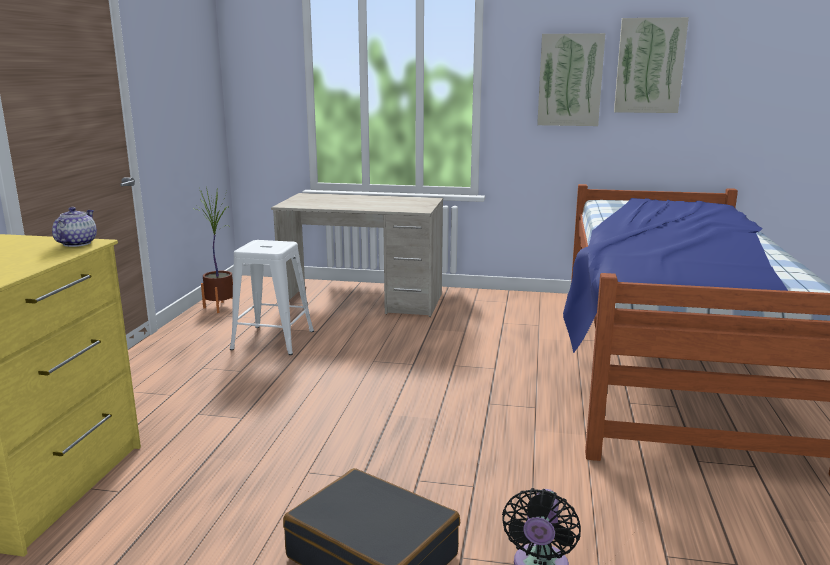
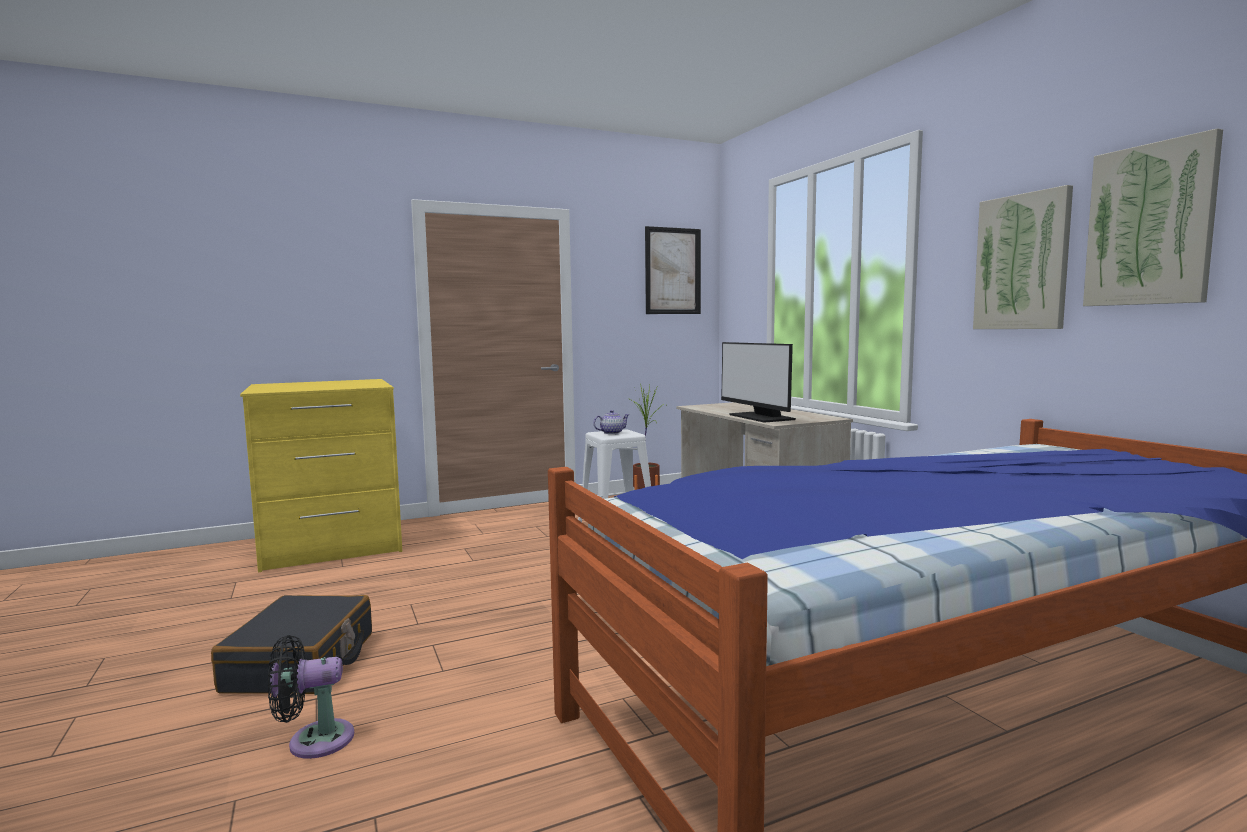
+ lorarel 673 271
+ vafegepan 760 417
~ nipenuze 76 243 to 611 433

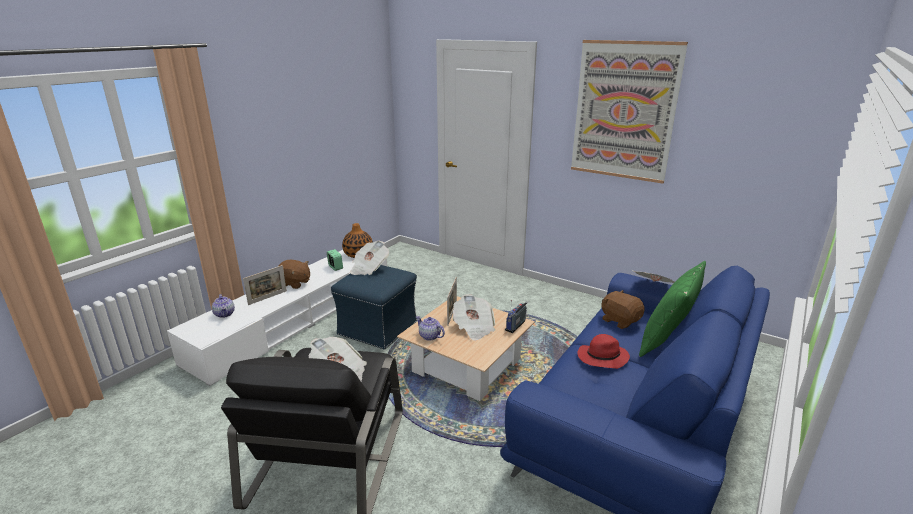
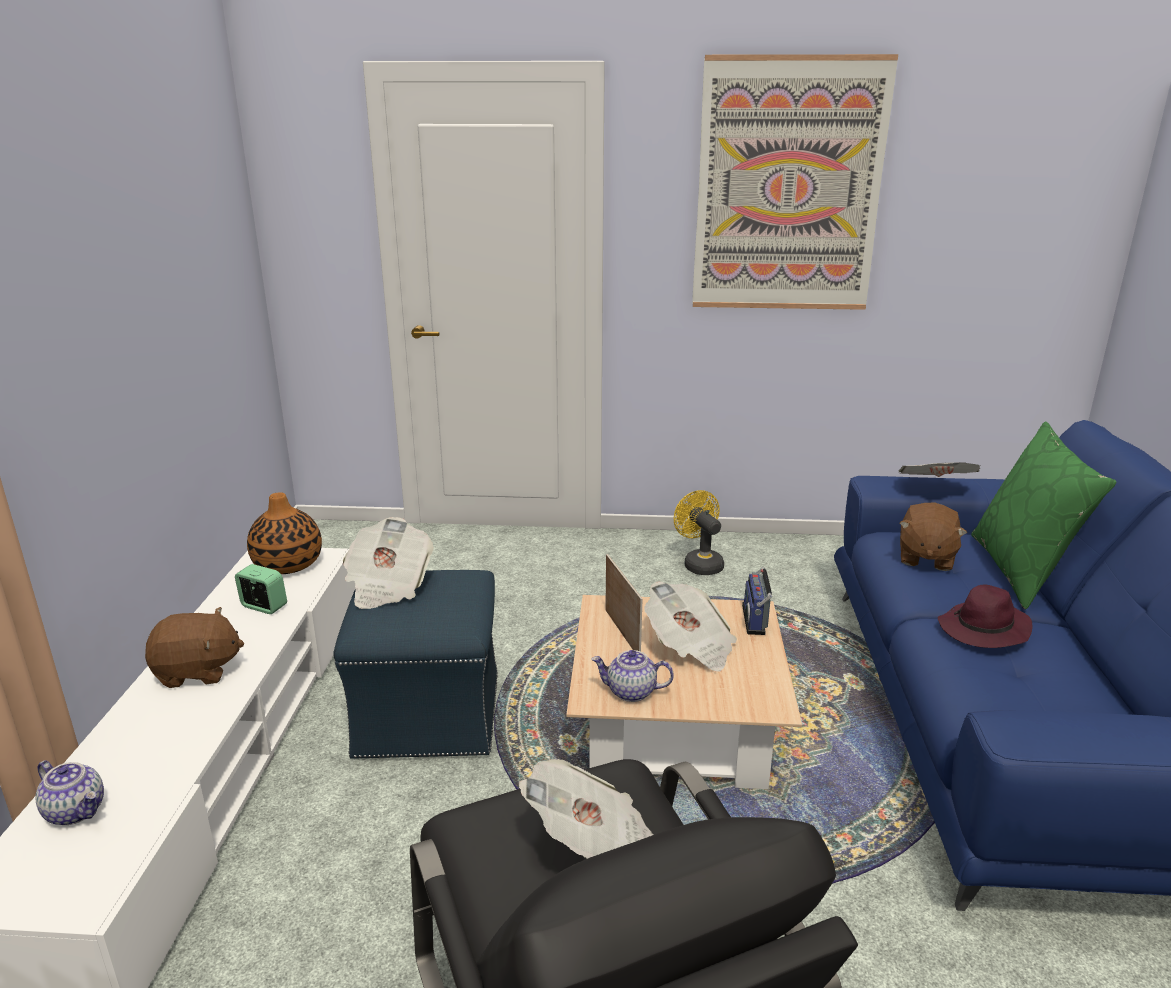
- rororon 267 298
+ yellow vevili 699 563
~ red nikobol 602 358 to purple nikobol 983 630
~ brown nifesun 620 320 = 925 558 90 degrees counterclockwise

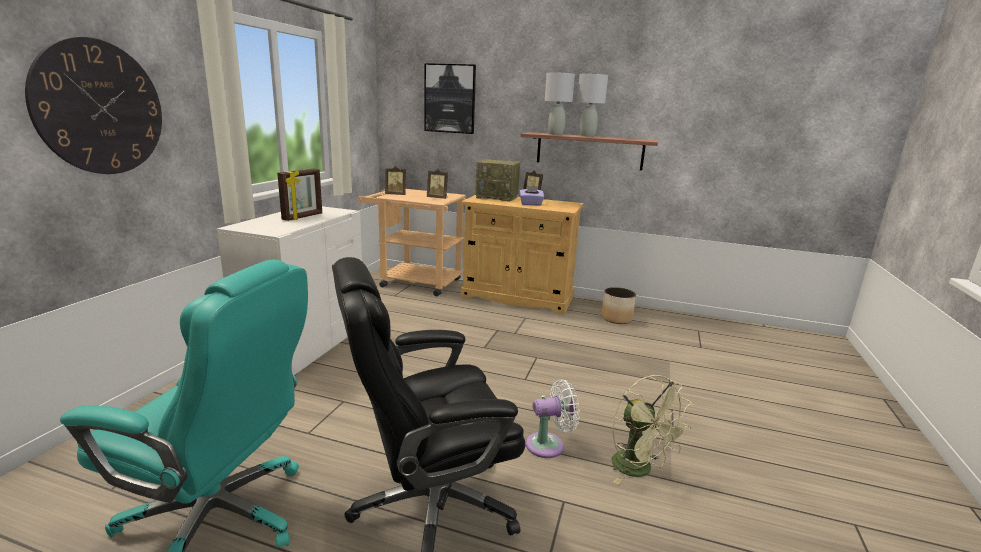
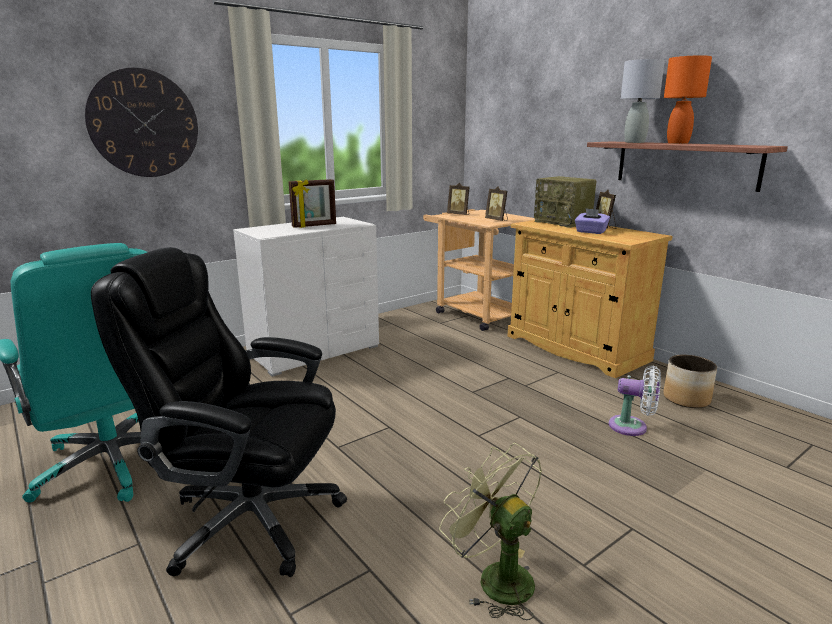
- lorarel 450 99
~ white vevili 549 445 to 632 427
~ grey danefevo 587 136 to orange danefevo 678 143
~ green vevili 639 470 = 495 577 135 degrees clockwise

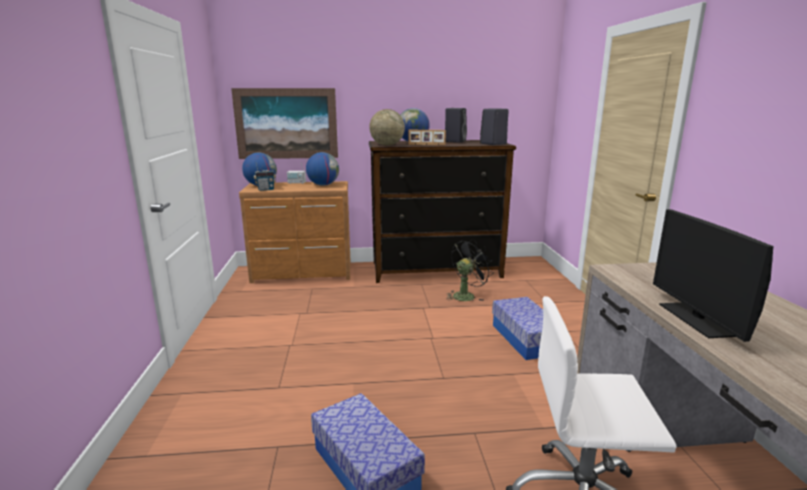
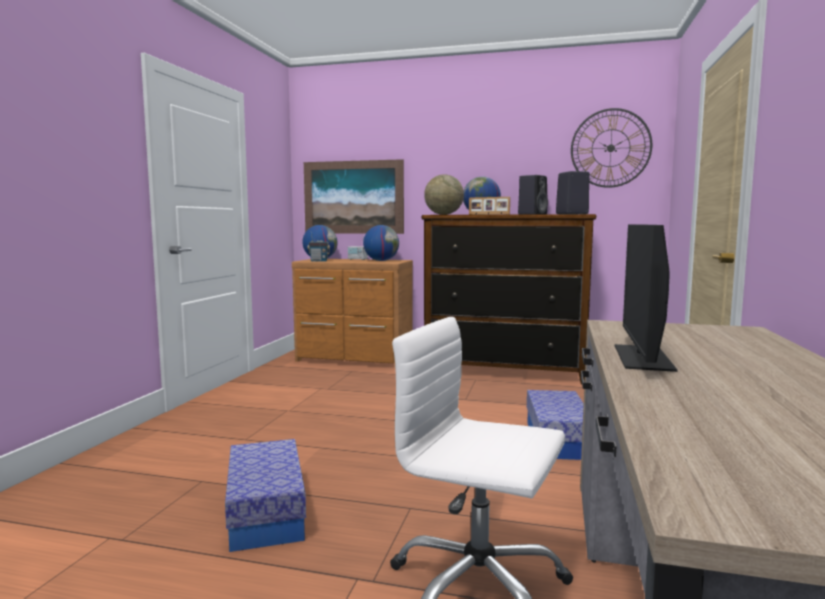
- black vevili 466 295
+ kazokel 610 148

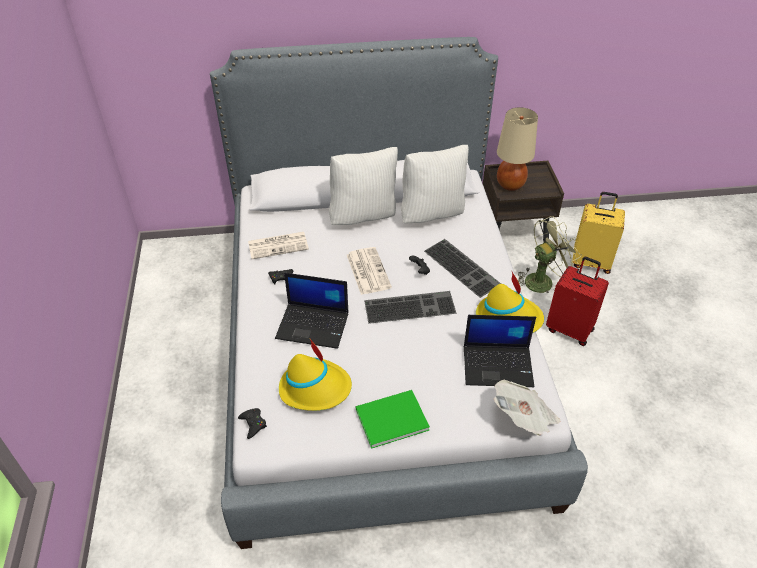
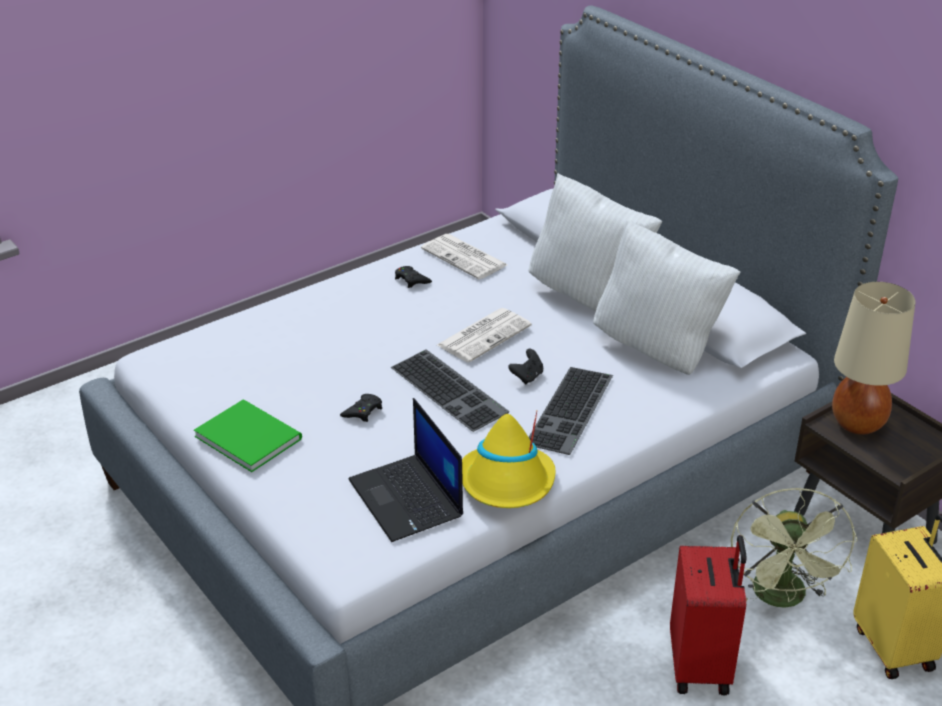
- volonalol 314 325
- yellow nikobol 315 388
- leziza 524 418
~ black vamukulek 253 424 to 363 411
~ green vevili 543 280 = 783 599 60 degrees clockwise

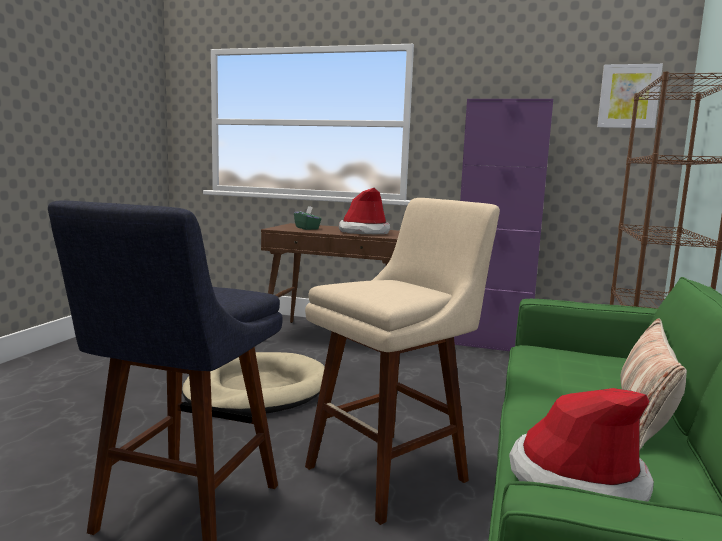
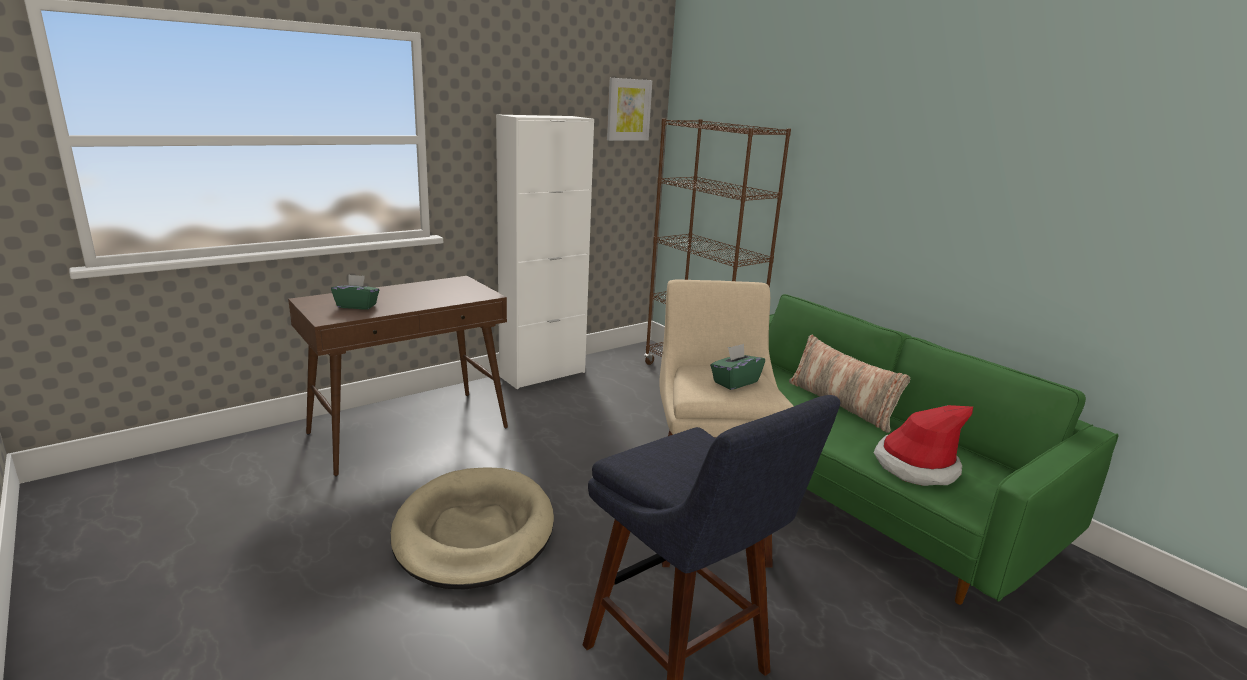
- nikobol 364 232
+ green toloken 735 382
~ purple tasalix 490 344 to white tasalix 542 374

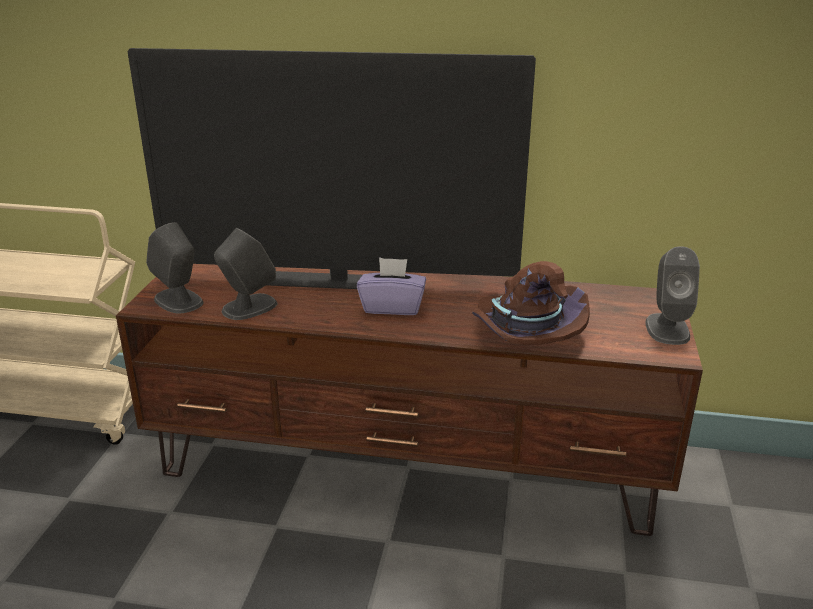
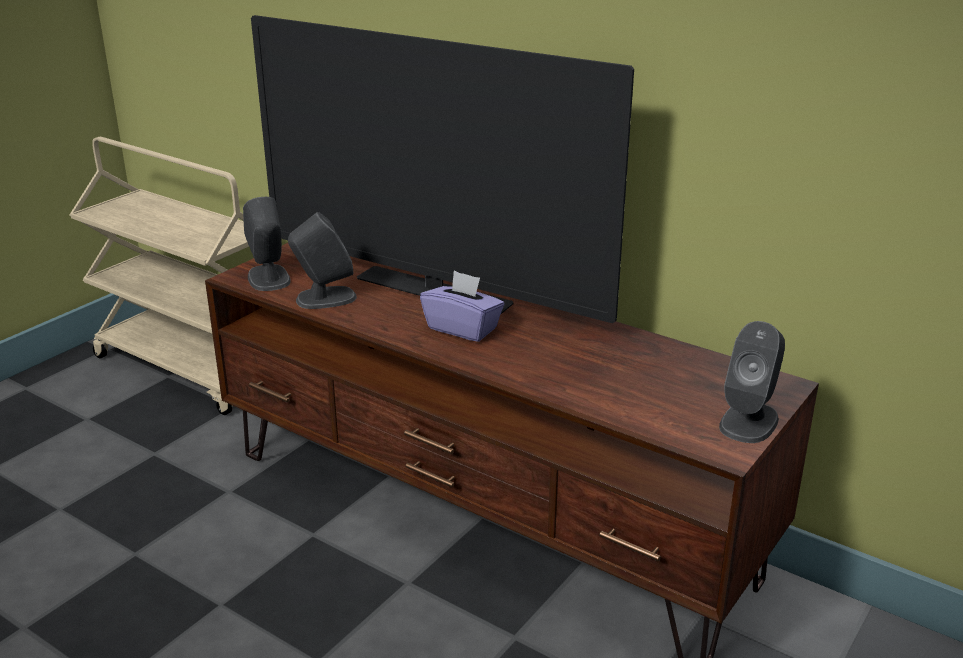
- brown nikobol 524 332

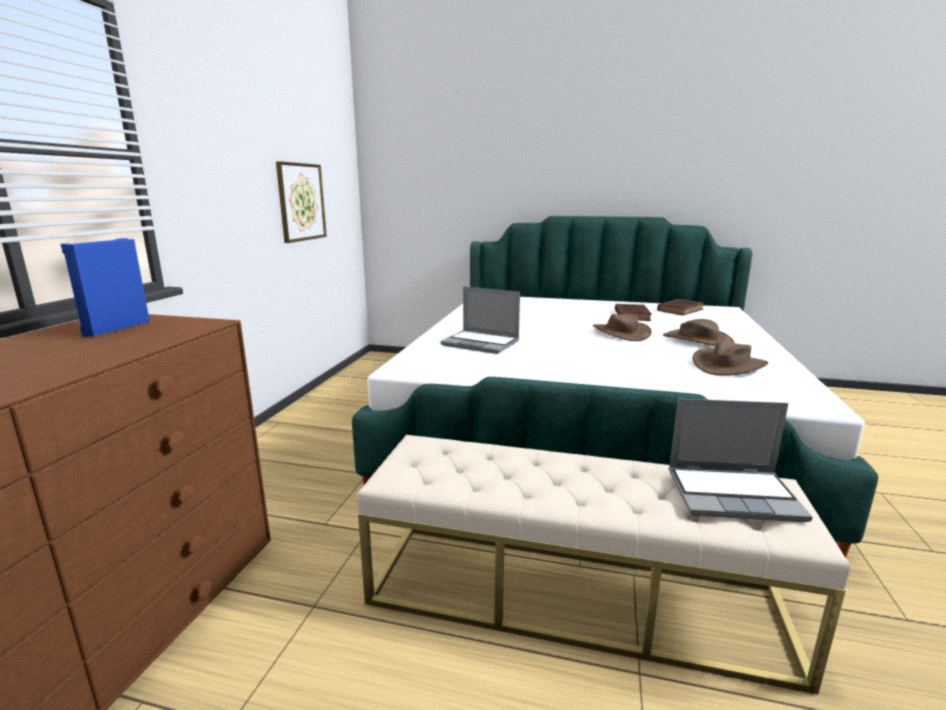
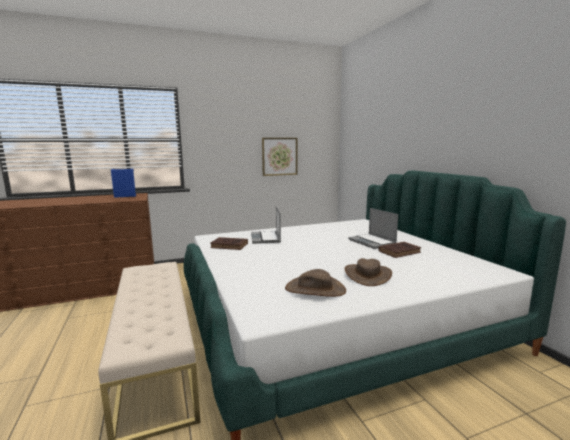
- brown nikobol 621 332
~ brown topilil 680 310 to 230 246
~ volonalol 734 495 to 372 242

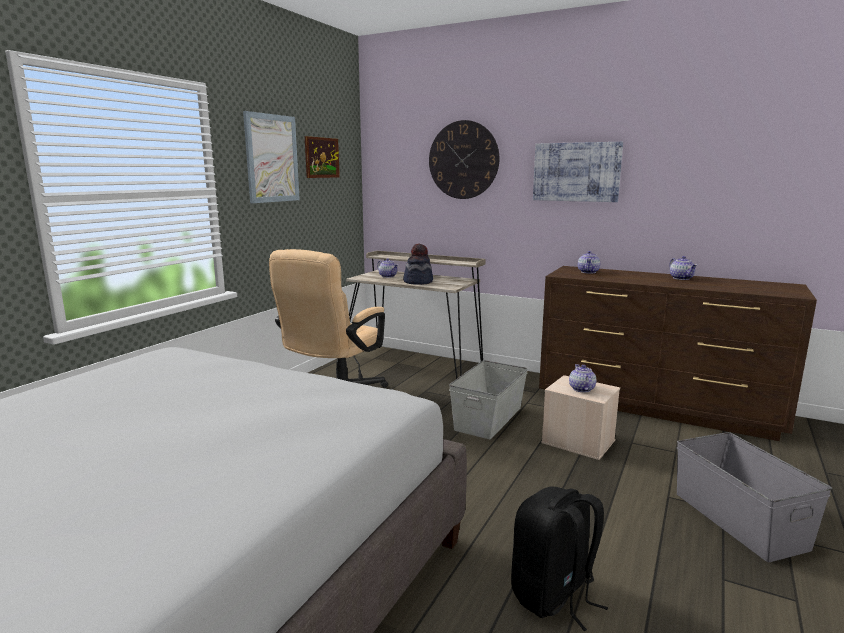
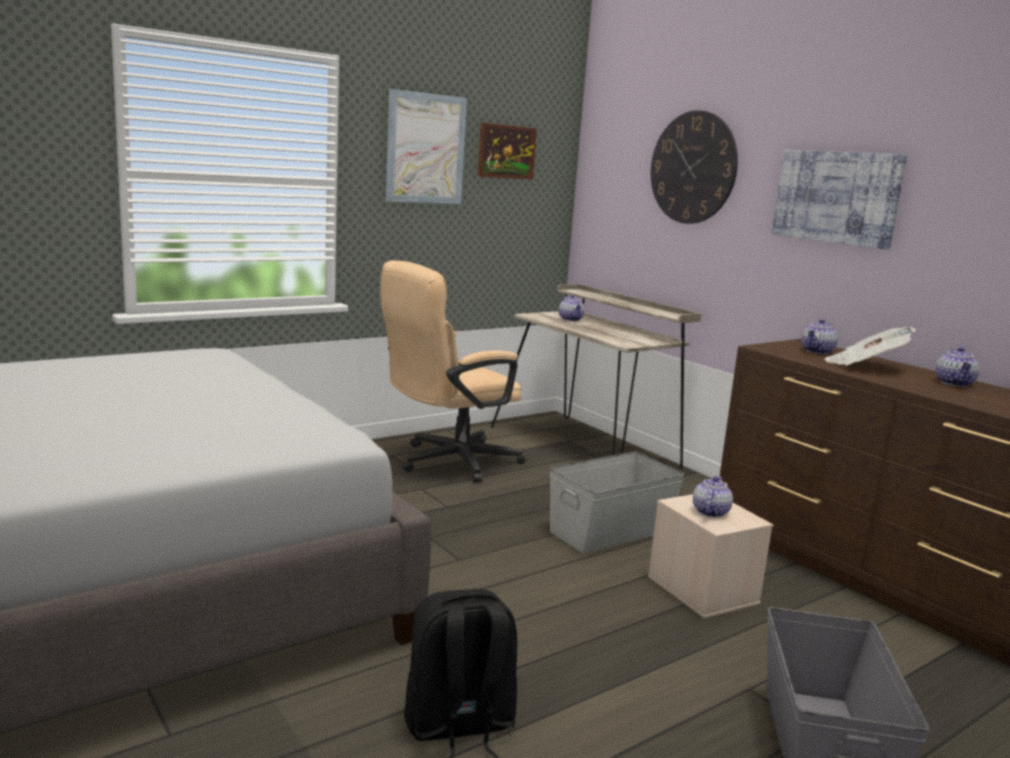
- nikobol 418 282
+ leziza 865 366

